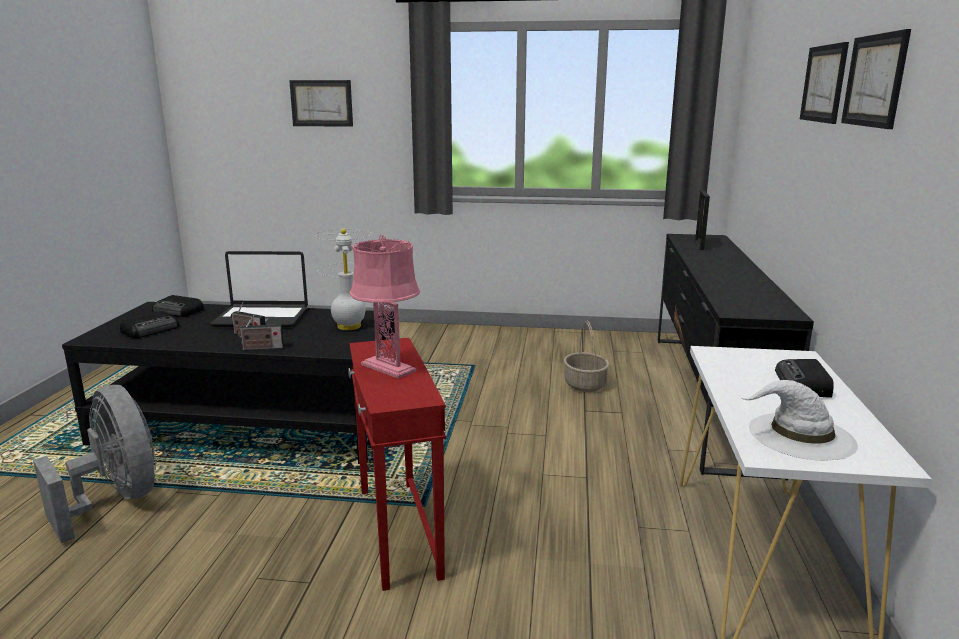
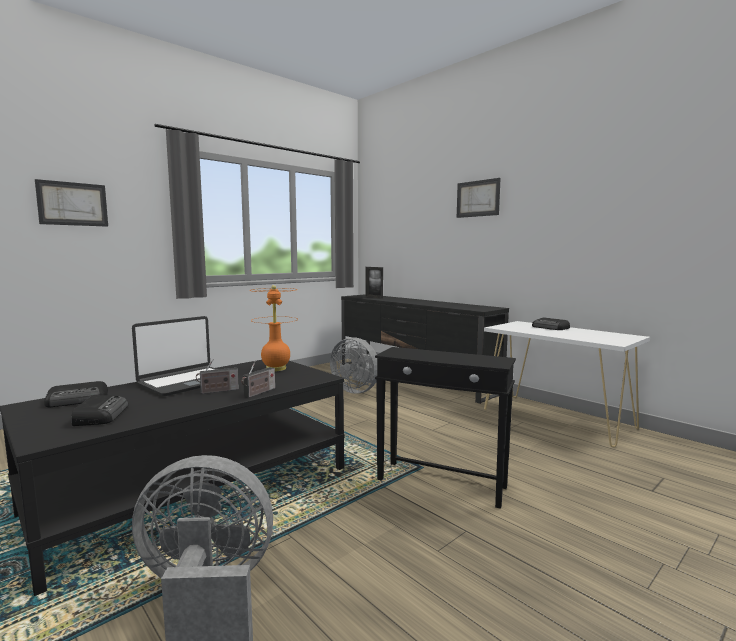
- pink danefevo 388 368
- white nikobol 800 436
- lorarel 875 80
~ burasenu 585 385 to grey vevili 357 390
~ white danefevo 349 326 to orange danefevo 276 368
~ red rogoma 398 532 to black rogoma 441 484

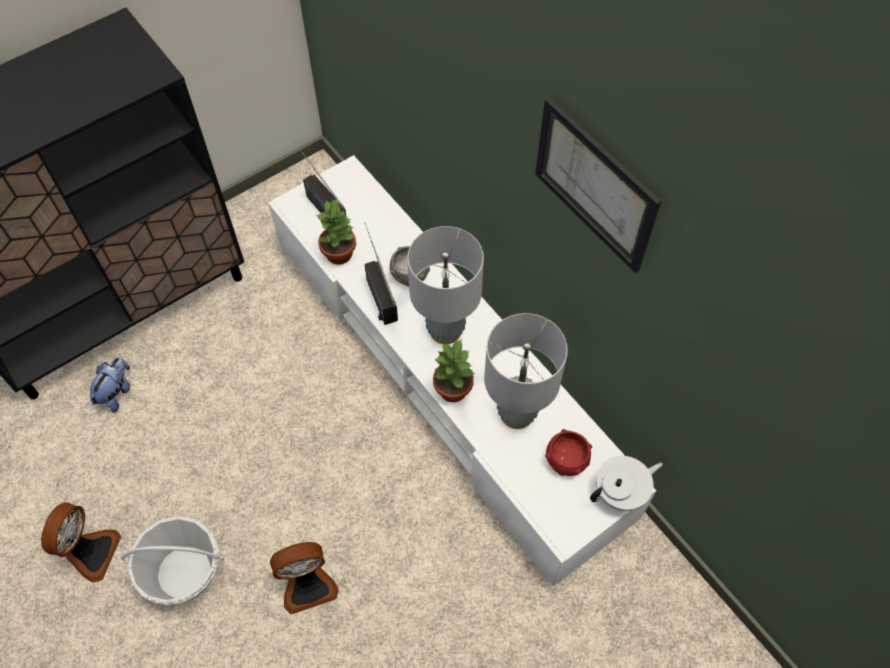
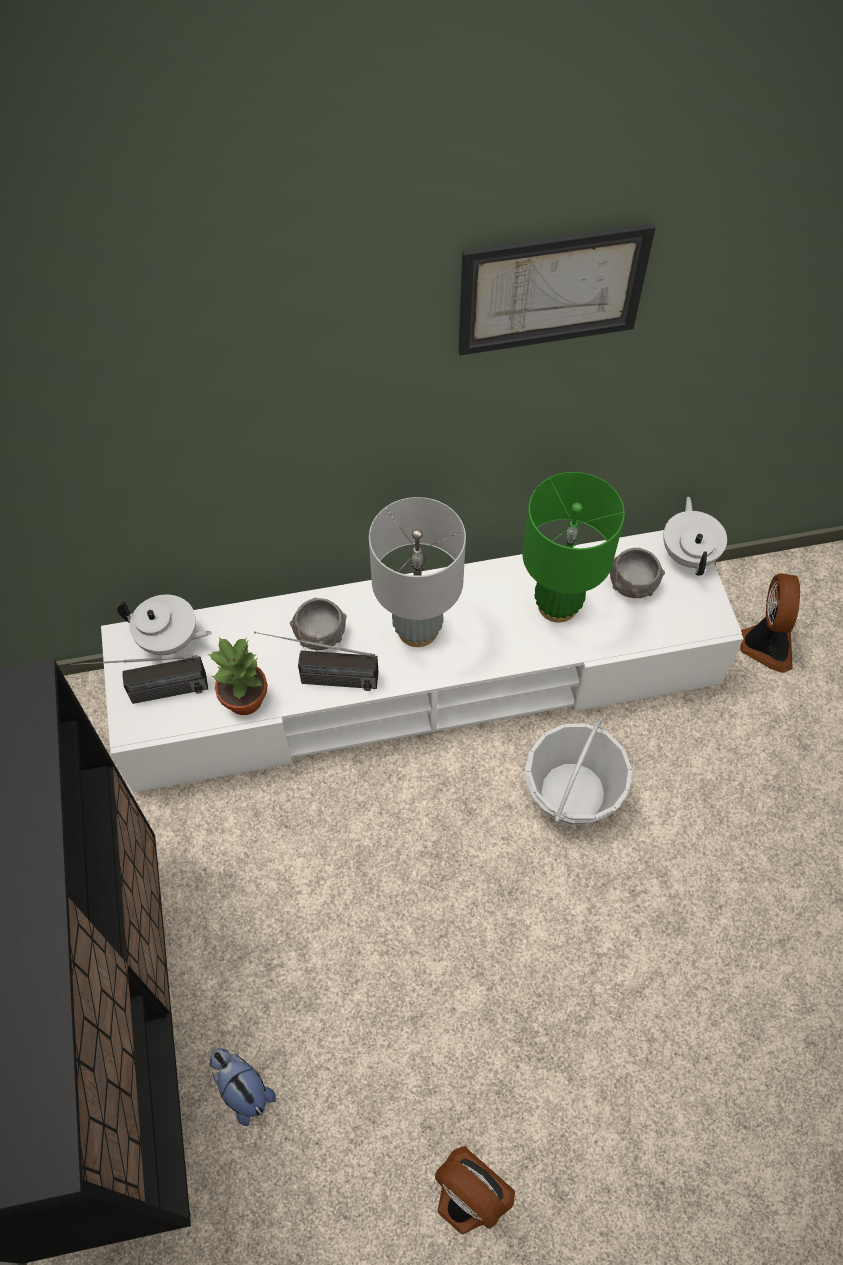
- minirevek 453 388
+ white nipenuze 170 640
~ burasenu 184 572 to 572 793
~ vevili 308 584 to 765 644
~ grey danefevo 516 413 to green danefevo 557 605
~ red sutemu 566 460 to grey sutemu 632 584

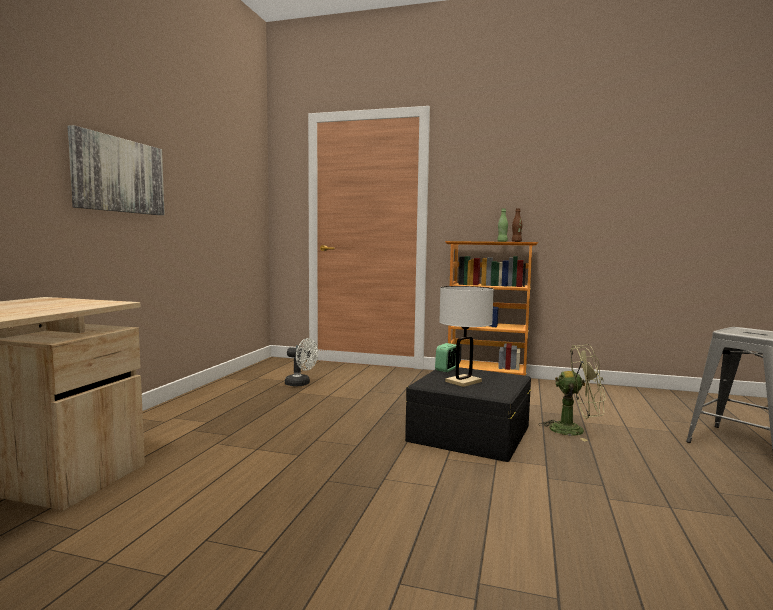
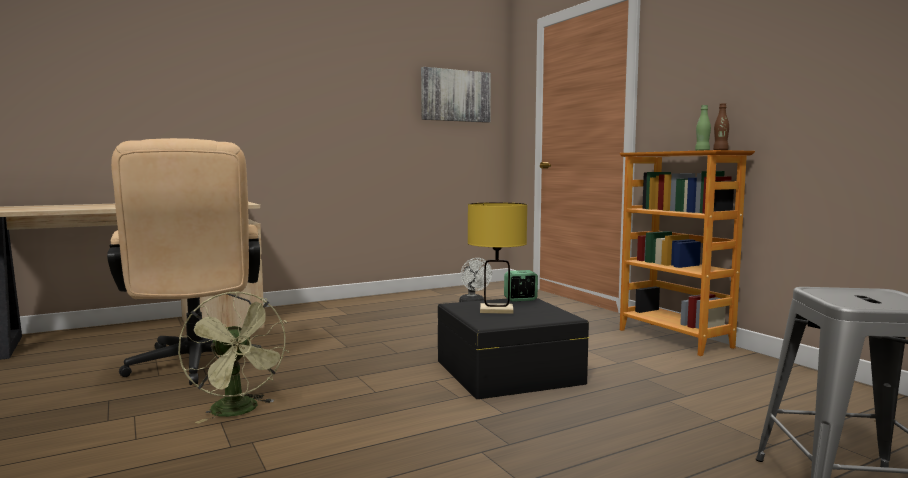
+ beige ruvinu 195 366
~ lorarel 118 175 to 455 95
~ green vevili 574 430 to 239 411
~ white danefevo 463 381 to yellow danefevo 496 310

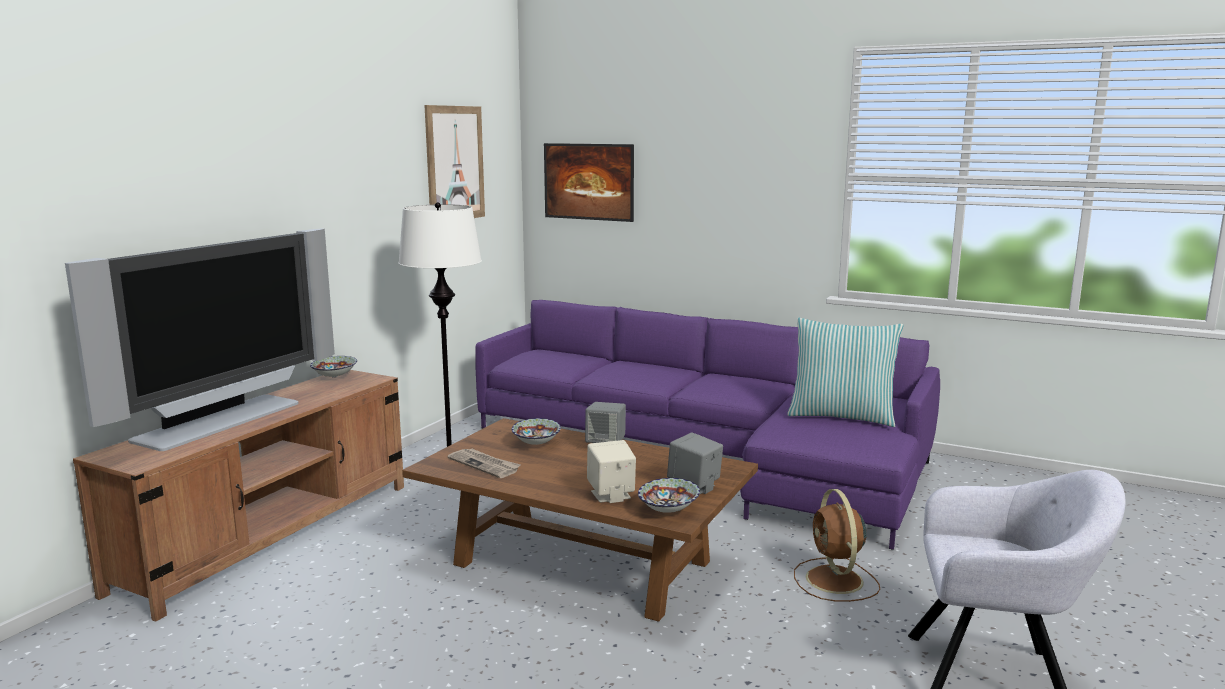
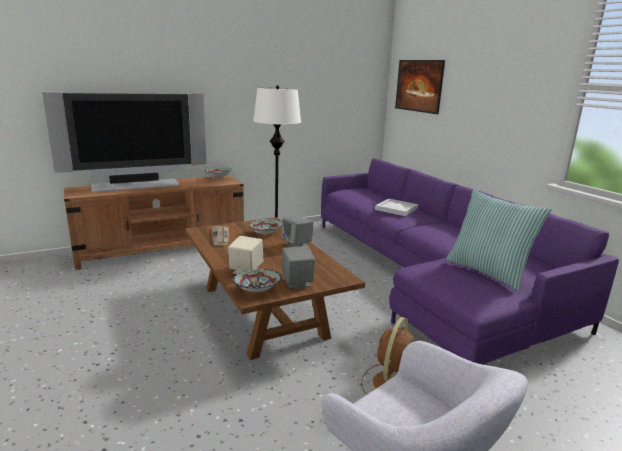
- lorarel 455 163
+ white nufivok 396 209

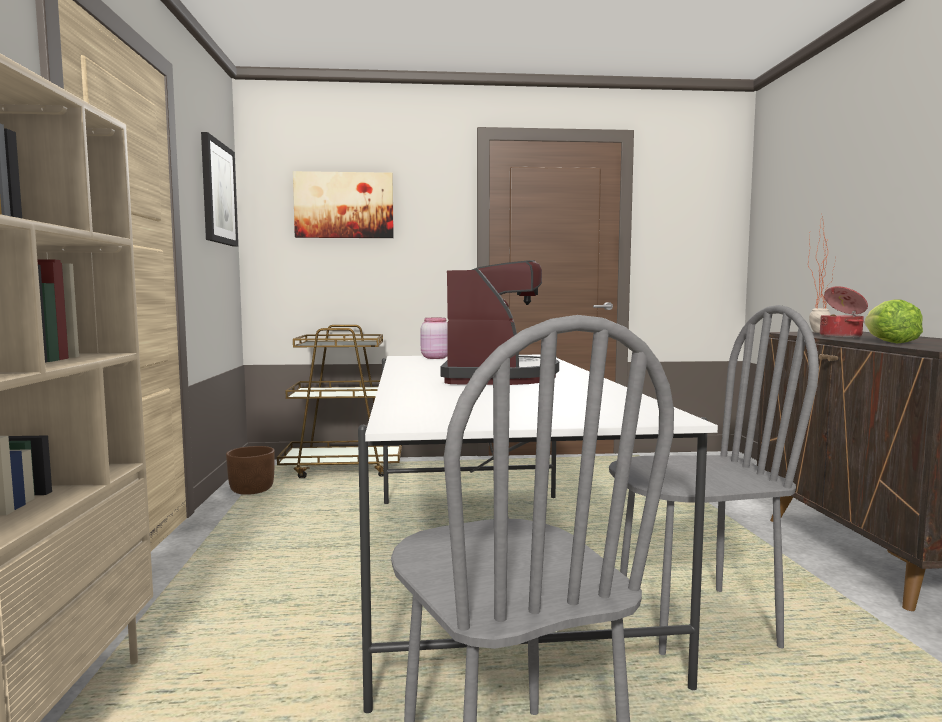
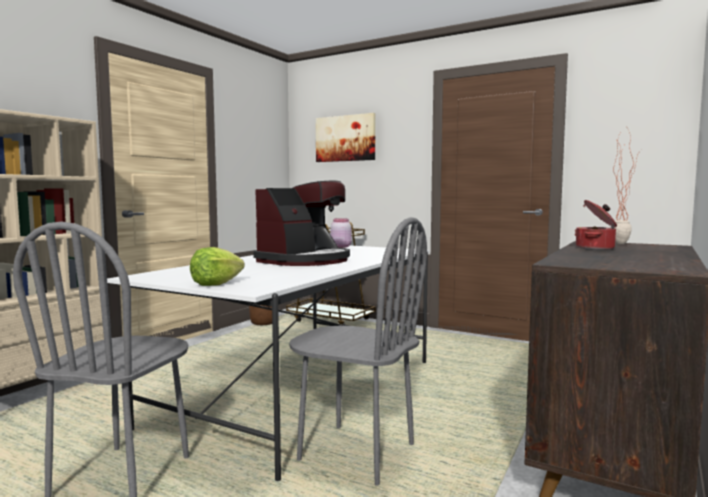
- lorarel 217 193
~ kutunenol 888 342 to 216 284

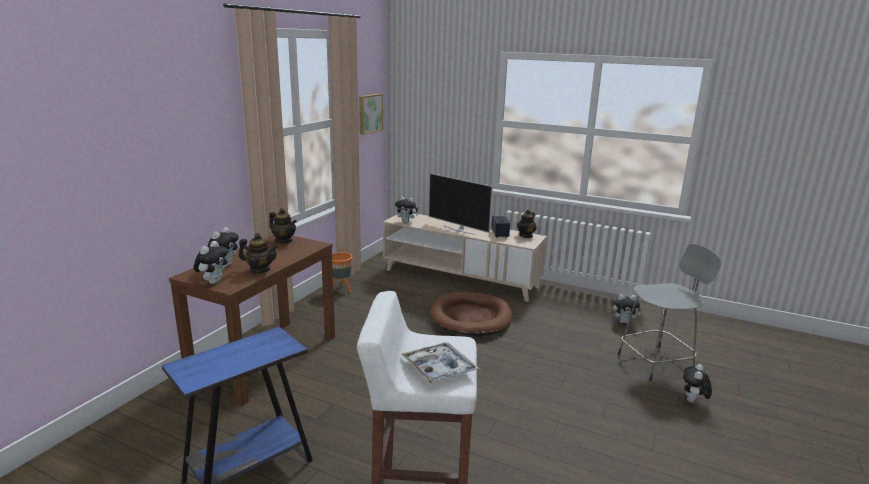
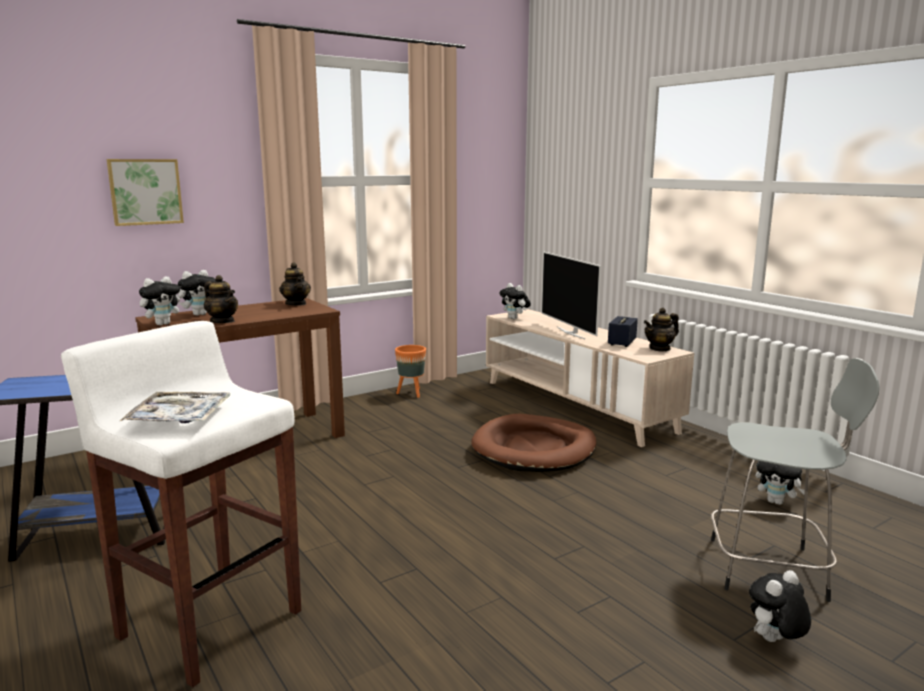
~ lorarel 369 113 to 145 191

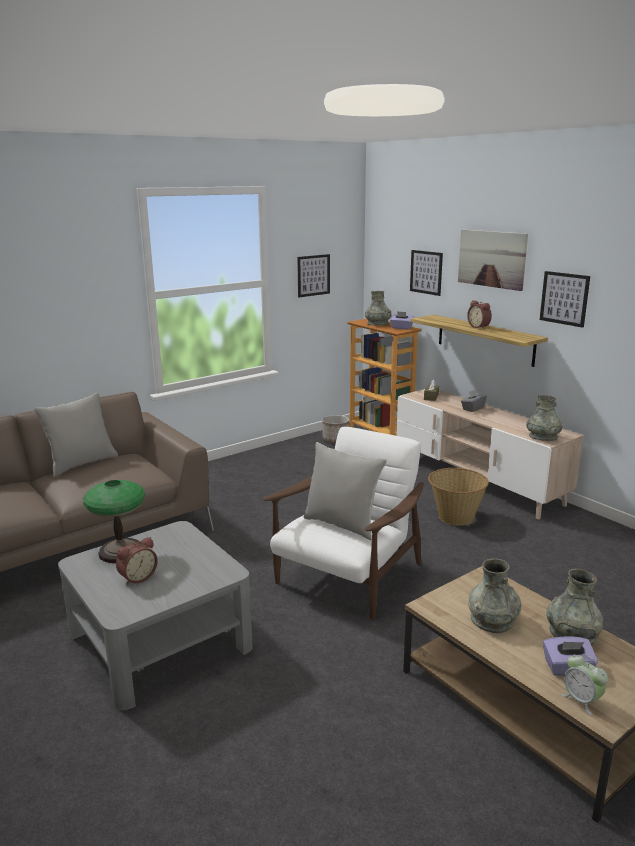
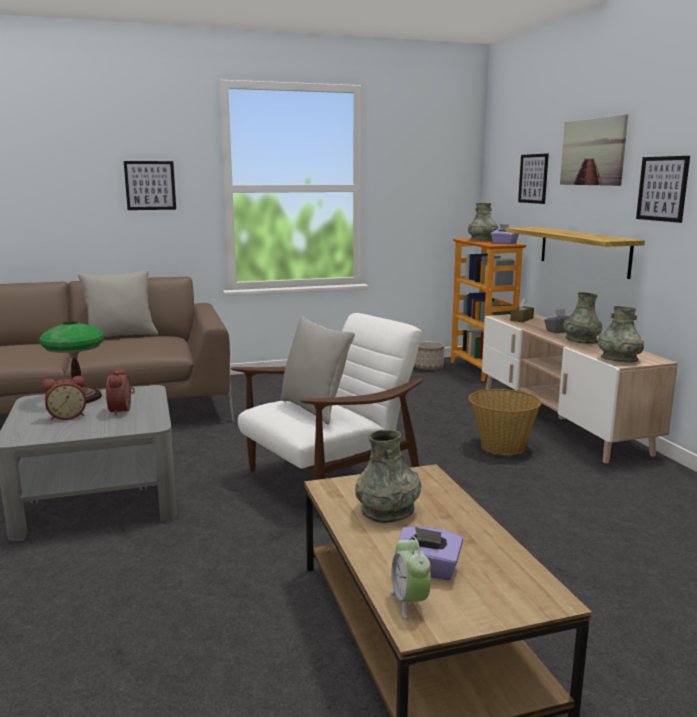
~ lorarel 313 275 to 150 185
~ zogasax 479 327 to 123 410
~ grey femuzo 572 634 to 581 340

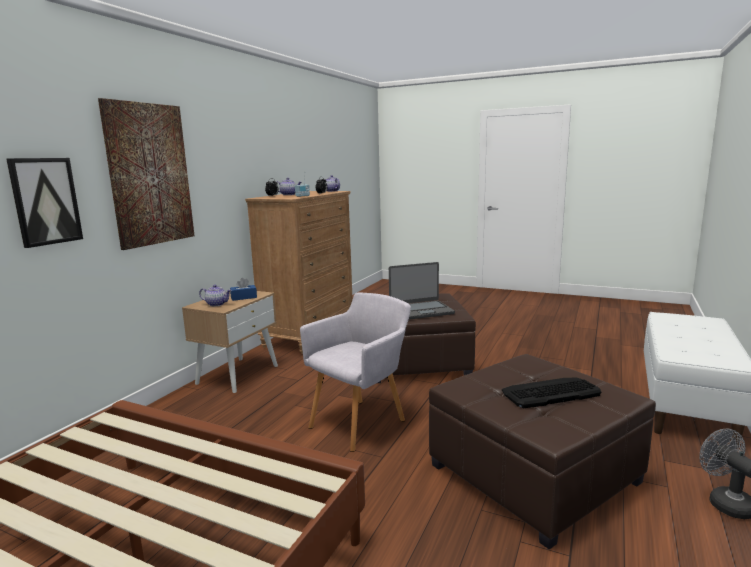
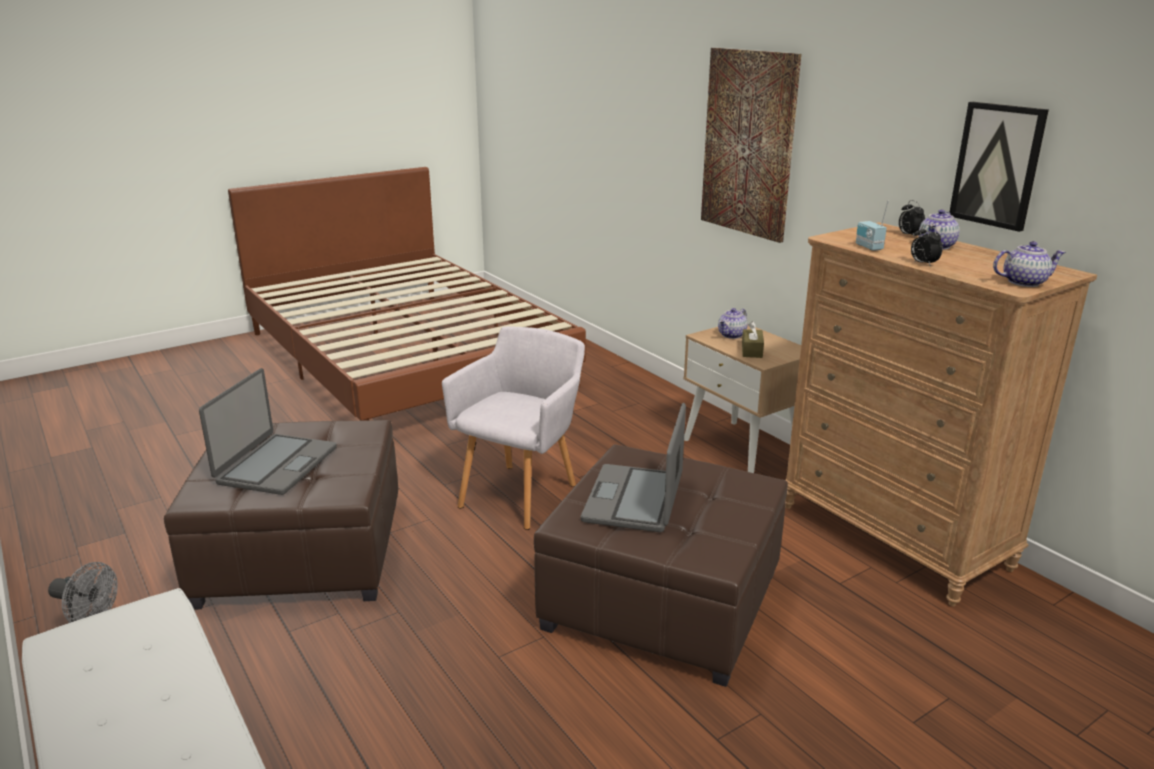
~ lorarel 45 201 to 997 165
~ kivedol 550 393 to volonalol 276 465
~ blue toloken 243 297 to brown toloken 752 350
~ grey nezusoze 361 422 = 522 492 135 degrees counterclockwise

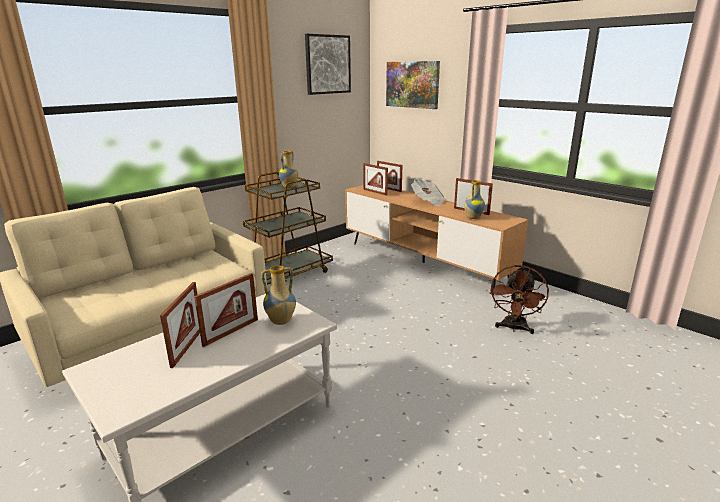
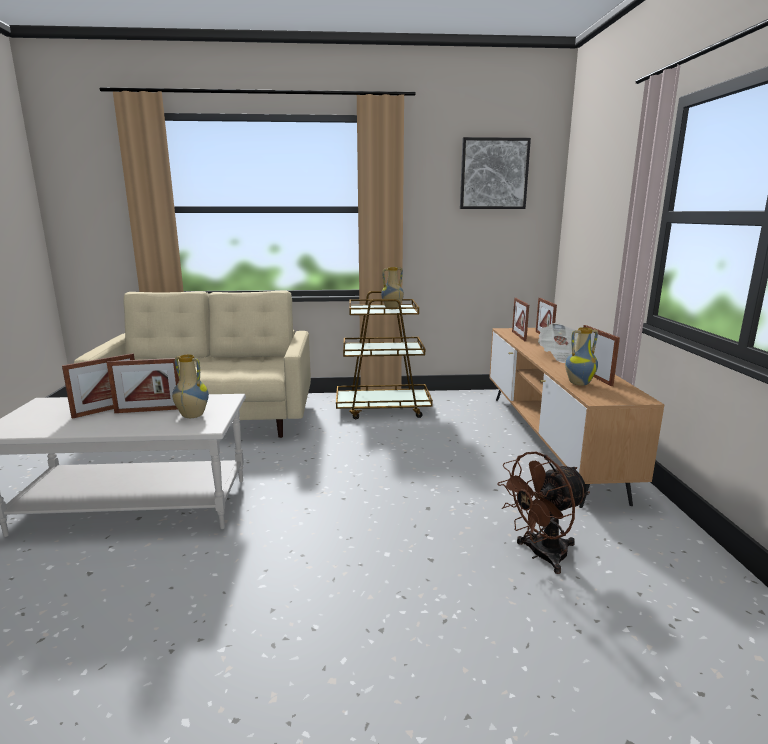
- lorarel 412 84

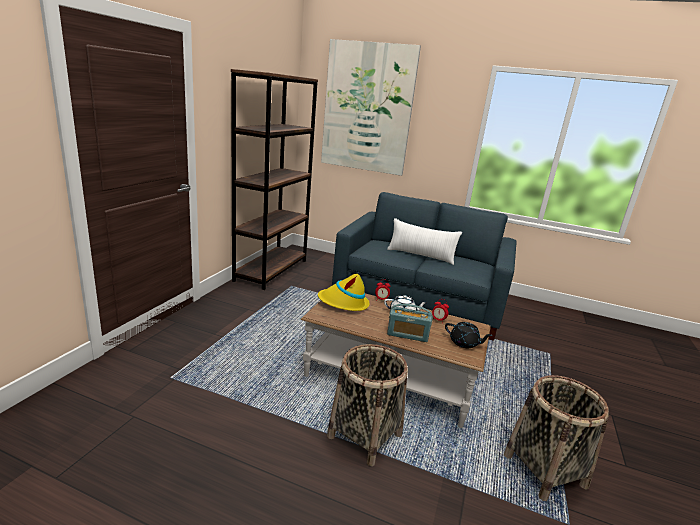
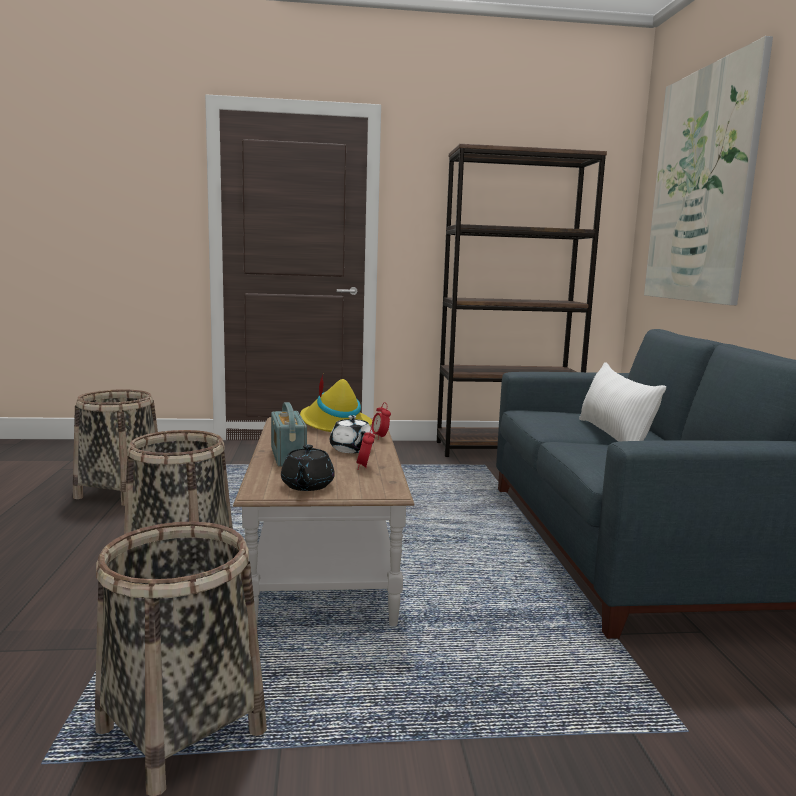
+ burasenu 120 492

